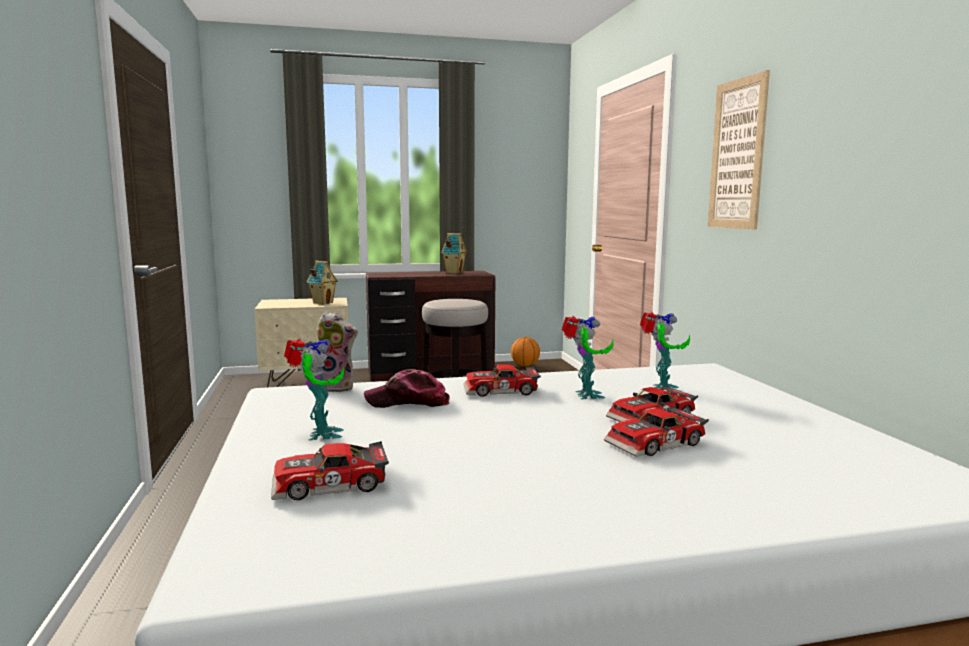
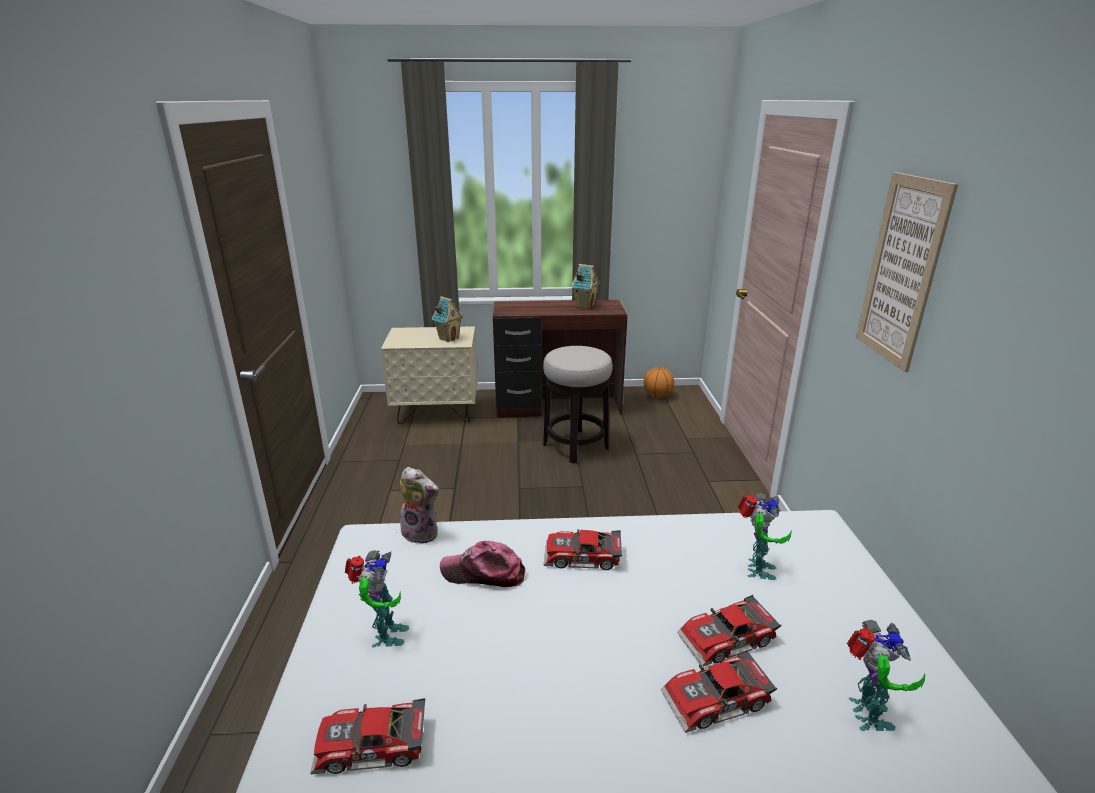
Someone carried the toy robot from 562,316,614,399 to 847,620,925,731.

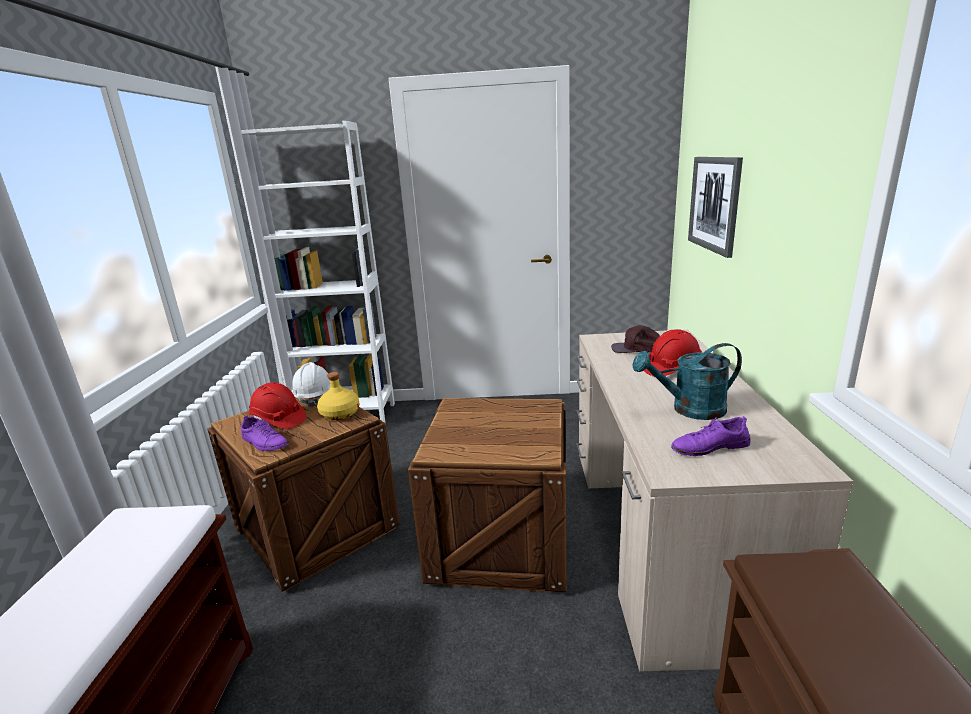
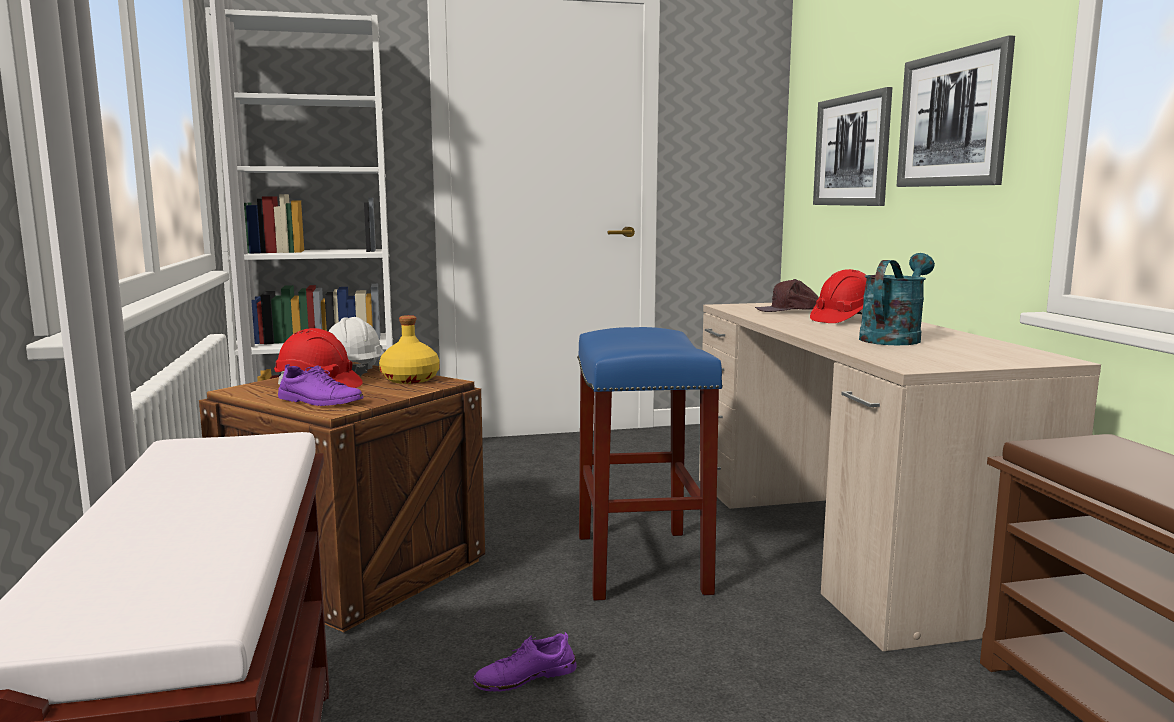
Someone put up the wall picture at 896,35,1015,187. Someone carried the purple item of footwear from 671,416,750,456 to 473,632,577,692. Someone swapped the crate at 408,398,566,593 for the blue sitting stool at 577,327,723,601. Someone rotated the turquoise-coloured watering can at 632,343,742,420 by 150 degrees clockwise.

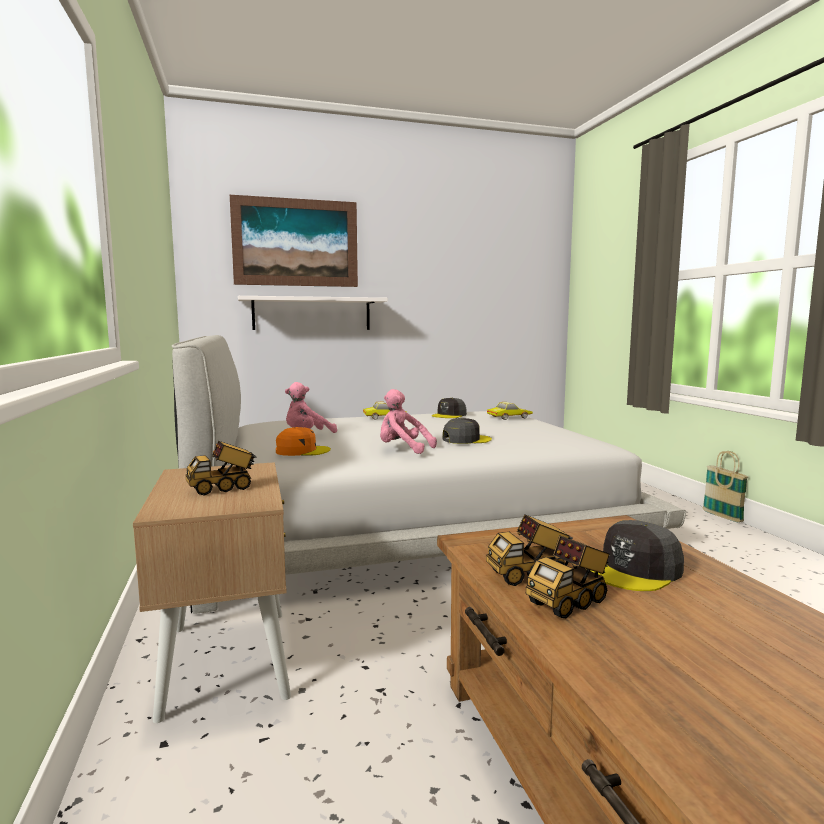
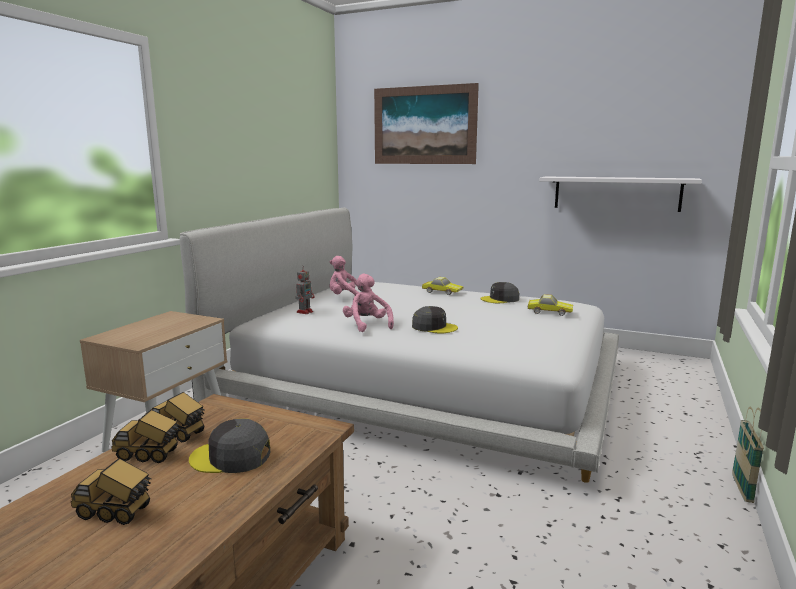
Someone carried the model truck from 186,441,257,496 to 71,458,151,525. Someone carried the whitish bracket shelf from 238,296,388,330 to 539,177,702,212. Someone swapped the orangey cap at 276,427,331,456 for the toy robot at 296,266,315,314.

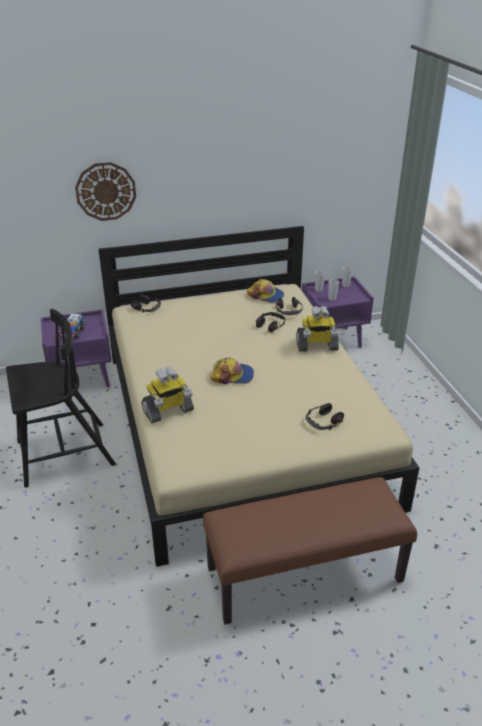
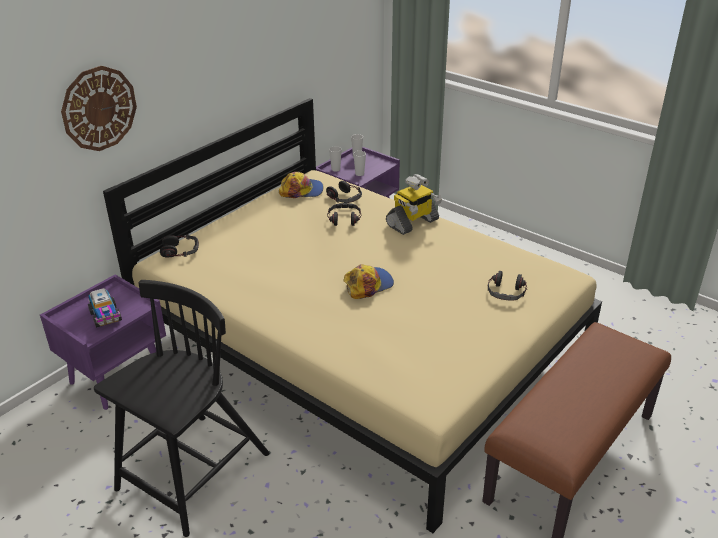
Someone took away the toy robot at 141,367,194,423.

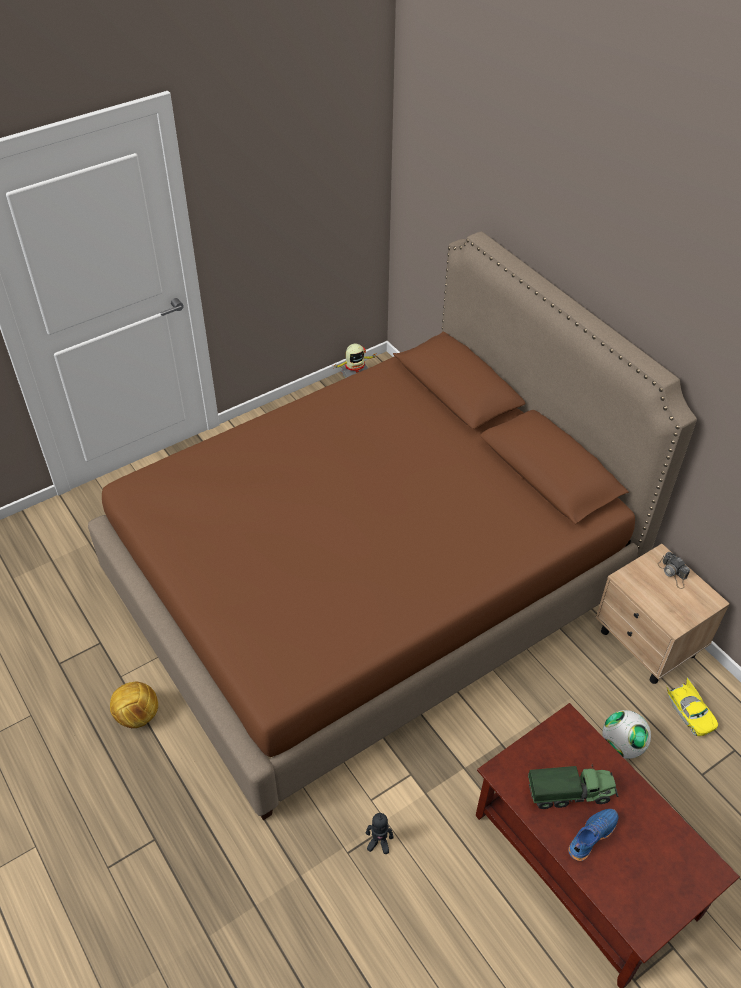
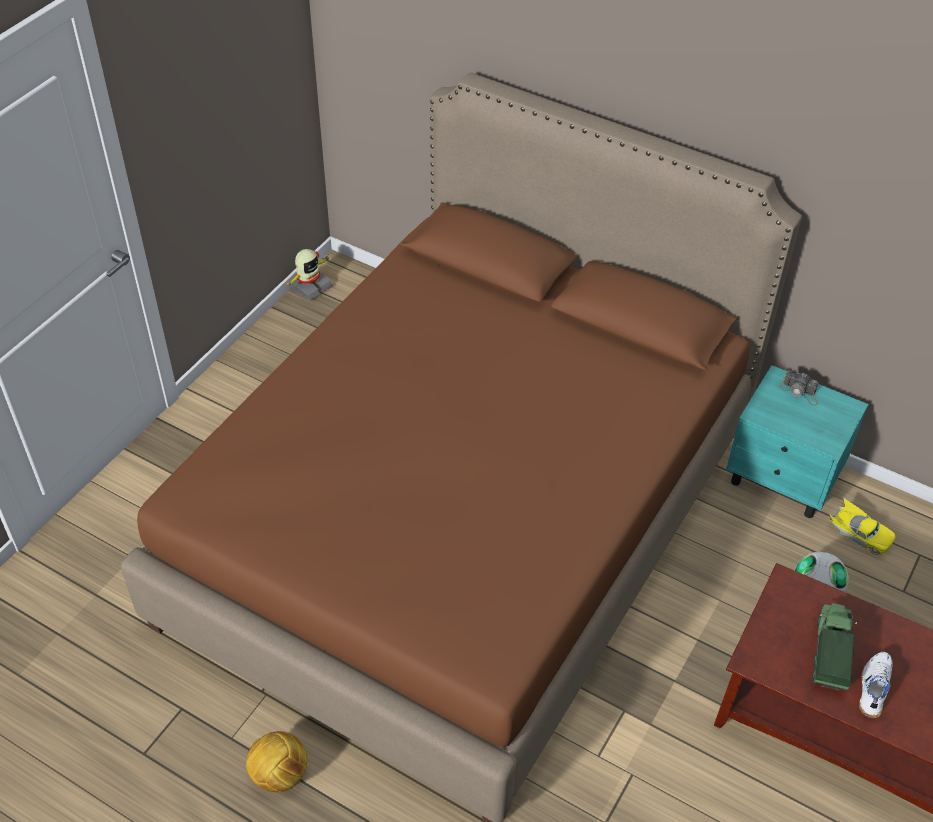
Someone took away the toy robot at 366,813,394,854. Someone repainted the blue item of footwear at 568,809,618,861, which became the whitish item of footwear at 859,652,892,718. Someone repainted the beige bedside table at 596,544,730,684, which became the turquoise-coloured bedside table at 726,365,868,518. Someone rotated the model truck at 528,764,618,809 by 45 degrees counterclockwise.

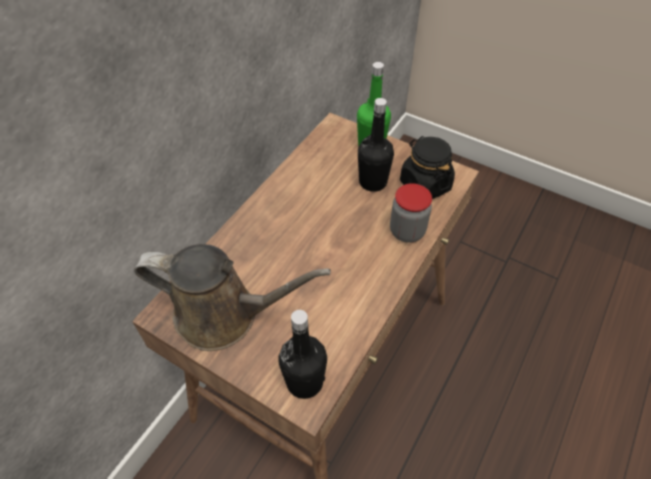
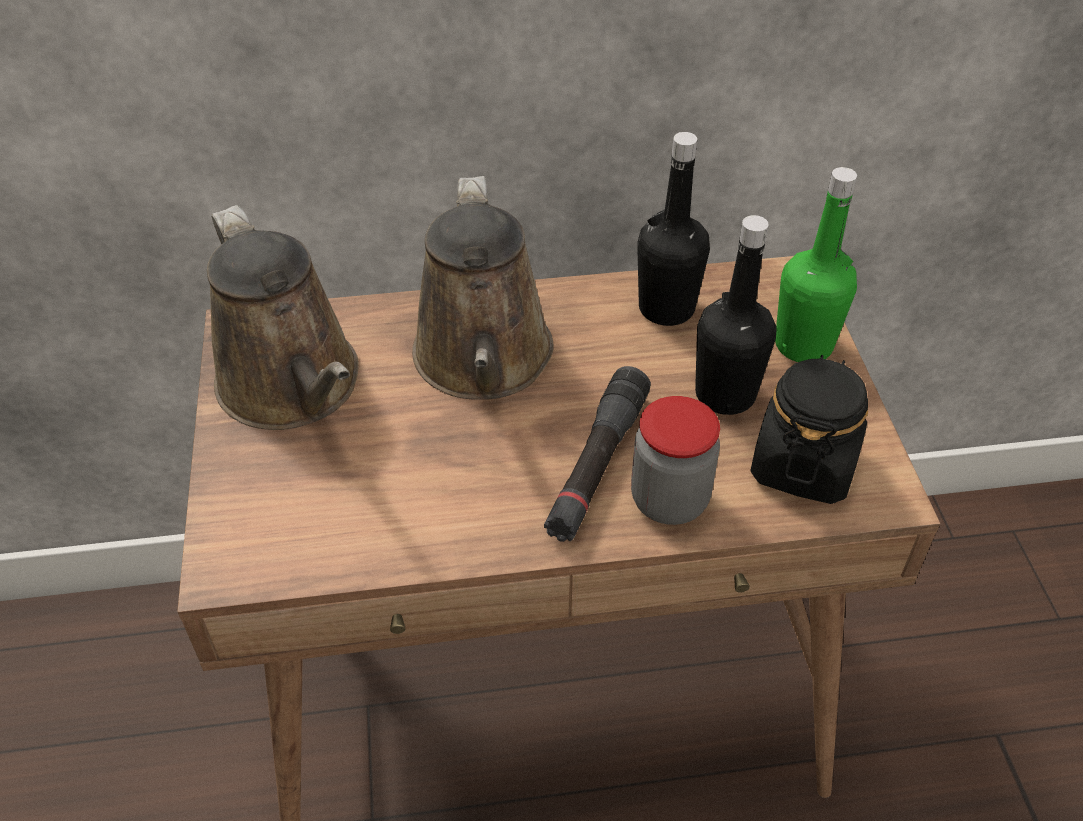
Someone put down the brown-coloured watering can at 412,176,554,400. Someone put down the black flashlight at 544,366,651,542. Someone carried the black bottle from 279,310,327,399 to 637,132,710,326.

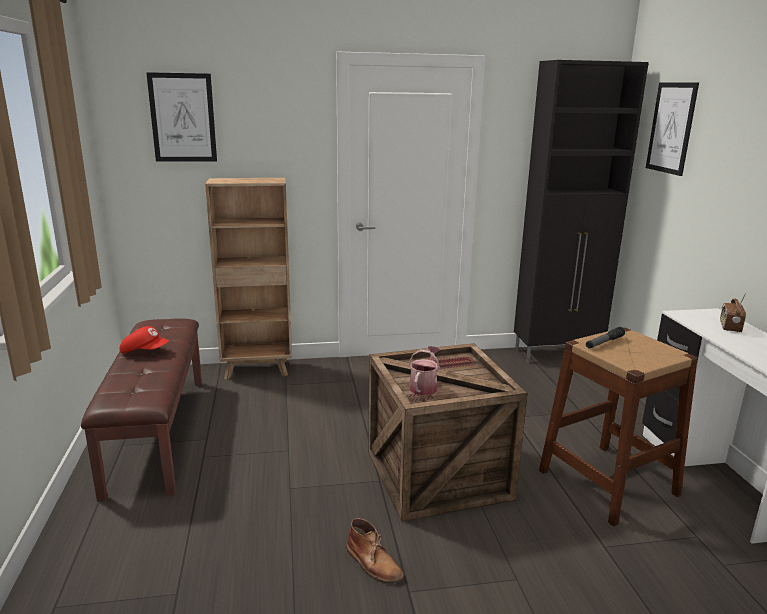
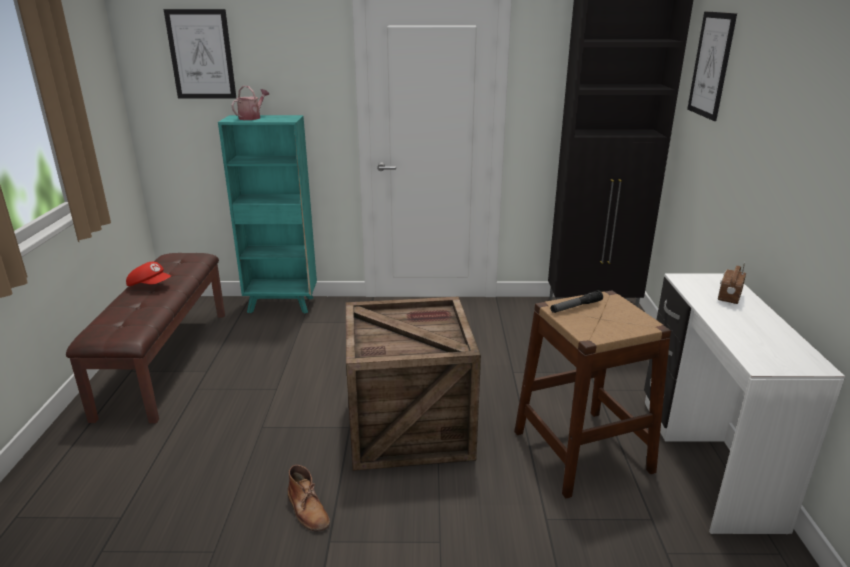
Someone carried the watering can from 409,346,440,396 to 231,86,269,120. Someone repainted the brown-coloured bookshelf at 205,178,292,380, which became the turquoise-coloured bookshelf at 218,115,317,314.

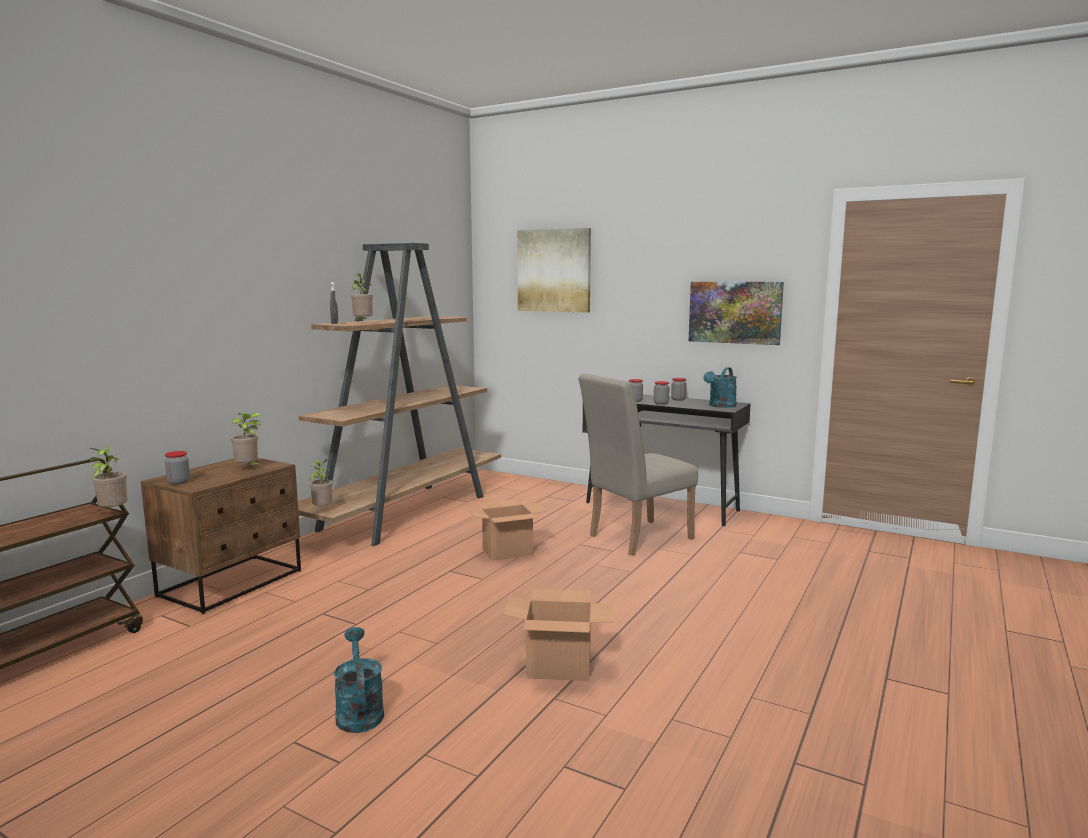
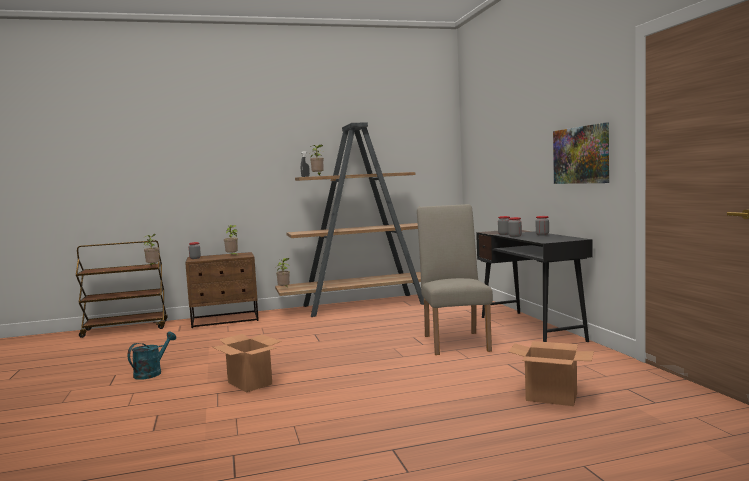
Someone took away the wall picture at 517,228,591,313. Someone took away the turquoise-coloured watering can at 704,367,737,408. Someone carried the packing box from 467,499,547,561 to 509,341,594,406. Someone rotated the beige chair at 578,373,698,556 by 75 degrees clockwise.

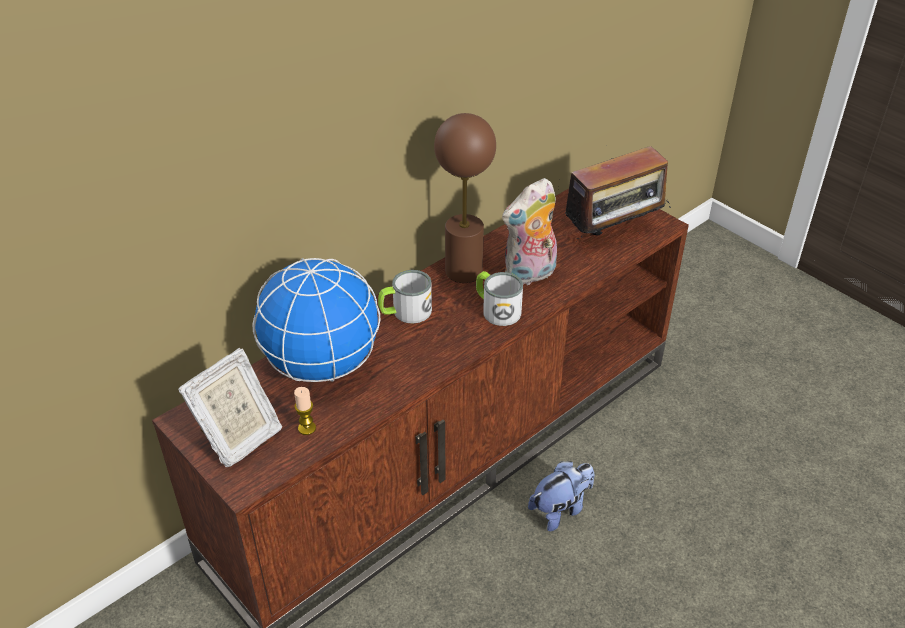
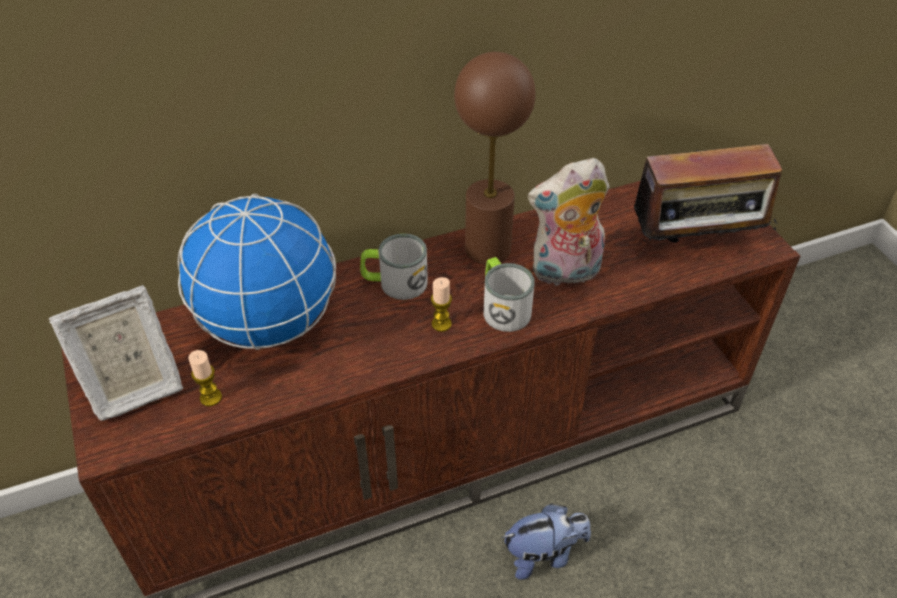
Someone put down the candle at 431,277,452,332.

